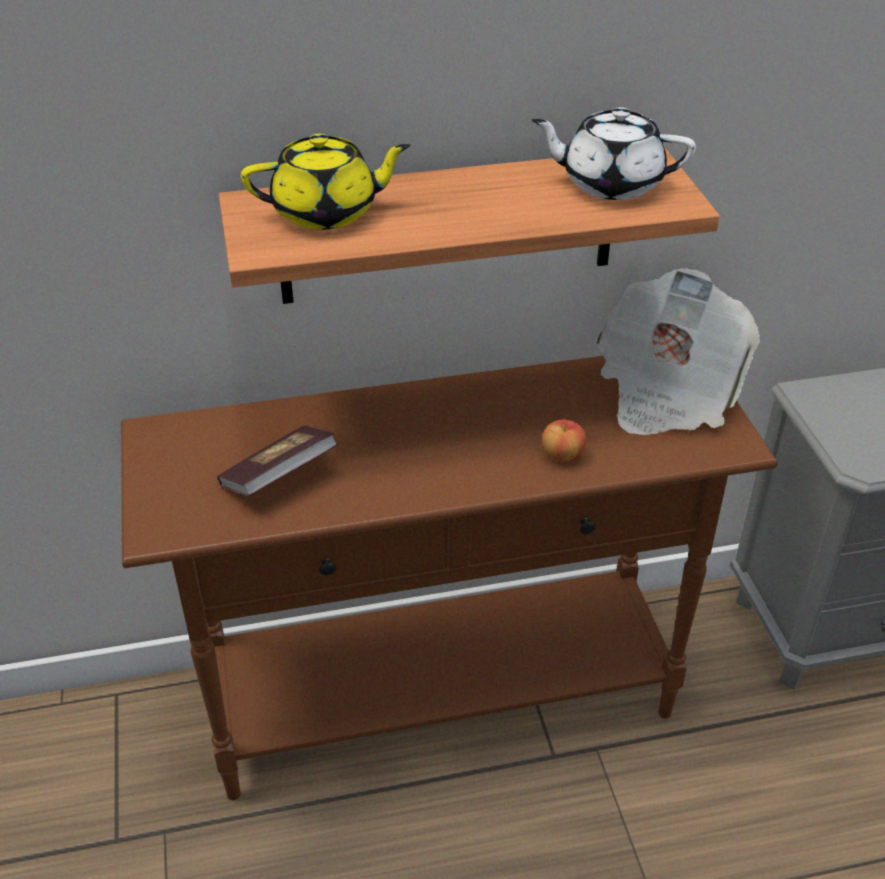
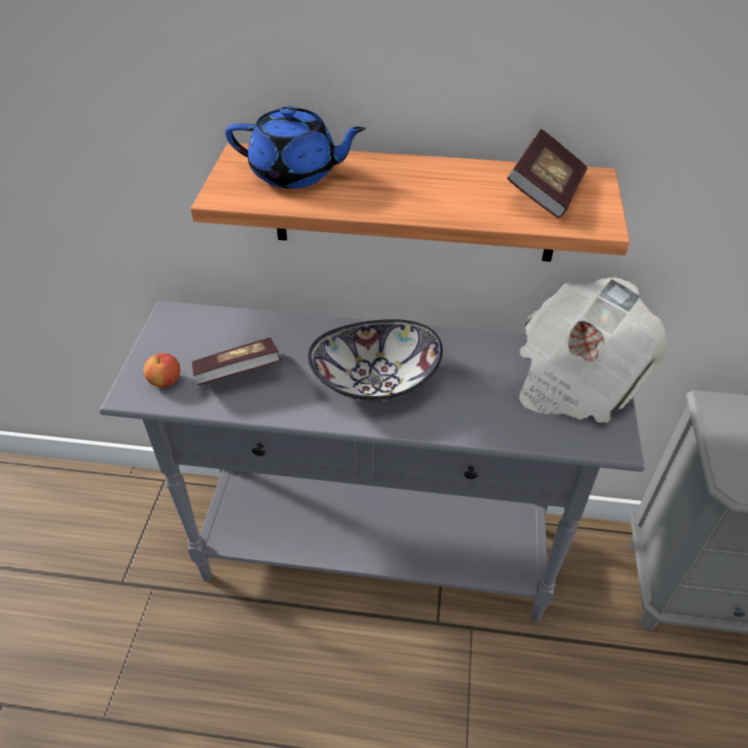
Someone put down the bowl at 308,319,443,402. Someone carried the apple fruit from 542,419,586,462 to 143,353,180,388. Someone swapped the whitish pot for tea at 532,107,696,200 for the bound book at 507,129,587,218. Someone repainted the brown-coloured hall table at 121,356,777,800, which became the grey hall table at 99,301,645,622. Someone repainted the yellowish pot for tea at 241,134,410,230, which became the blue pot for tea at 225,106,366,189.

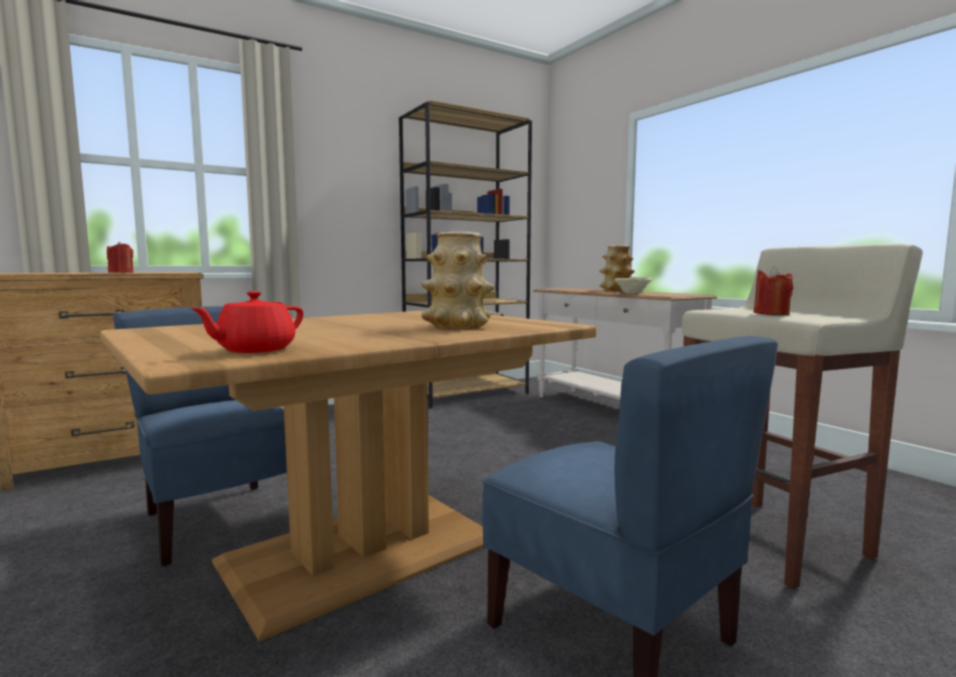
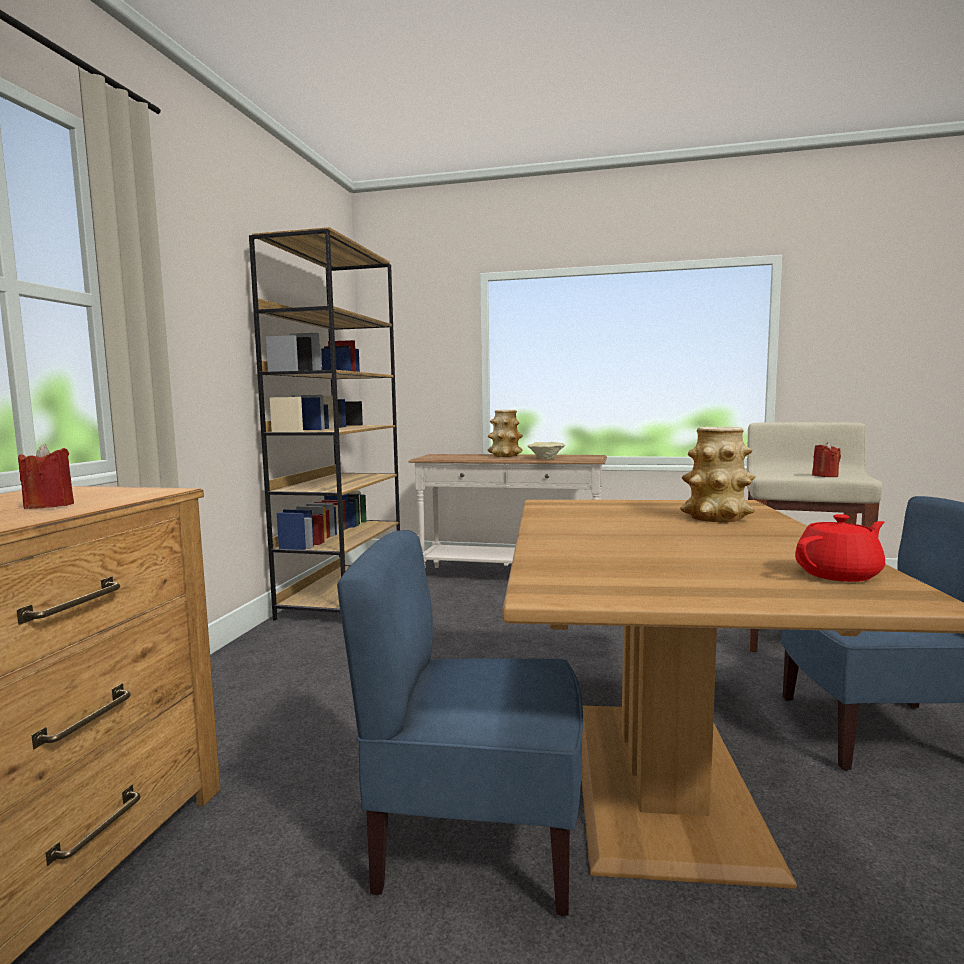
Someone rotated the red-coloured pot for tea at 190,291,303,353 by 105 degrees counterclockwise.

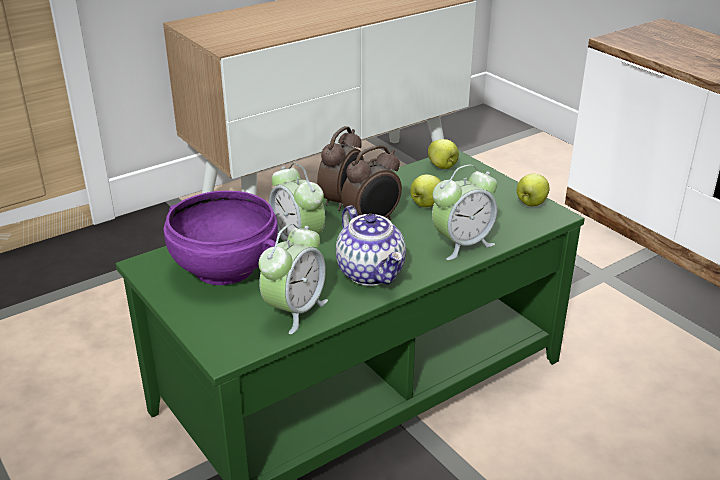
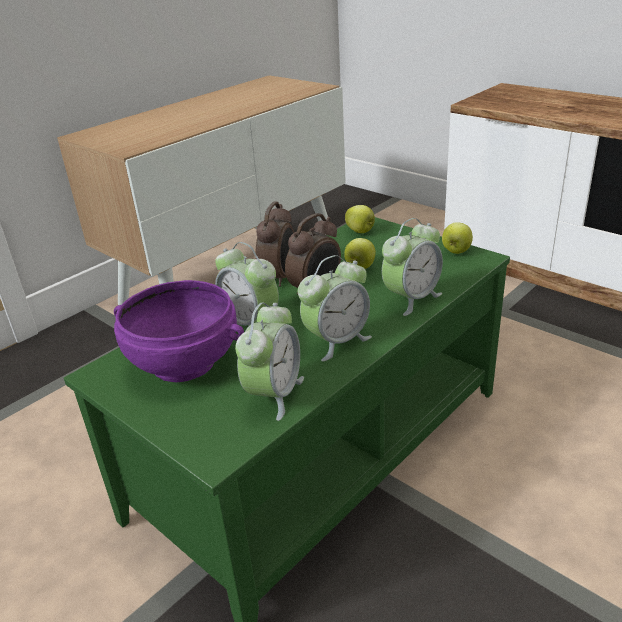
Someone swapped the pot for tea at 336,206,406,286 for the table clock at 298,255,372,361.

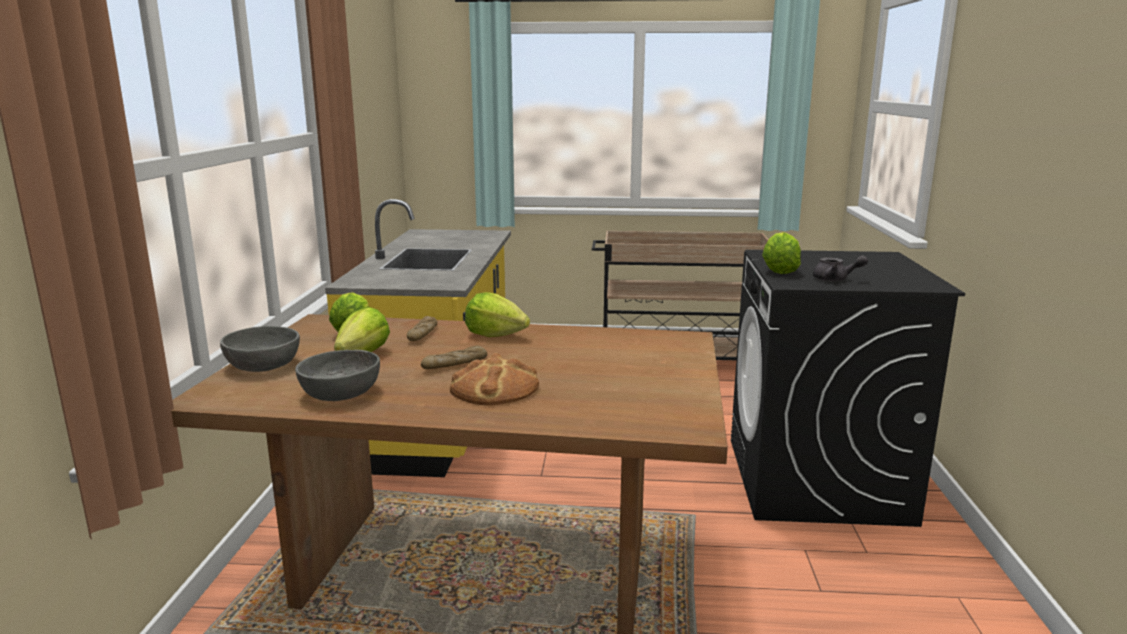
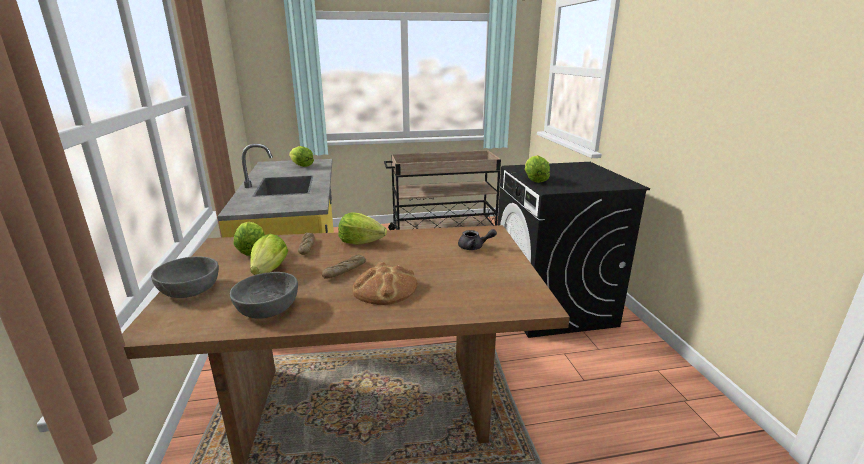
Someone put down the lettuce at 289,146,314,167. Someone carried the grey pot for tea from 813,256,868,281 to 458,229,497,250.

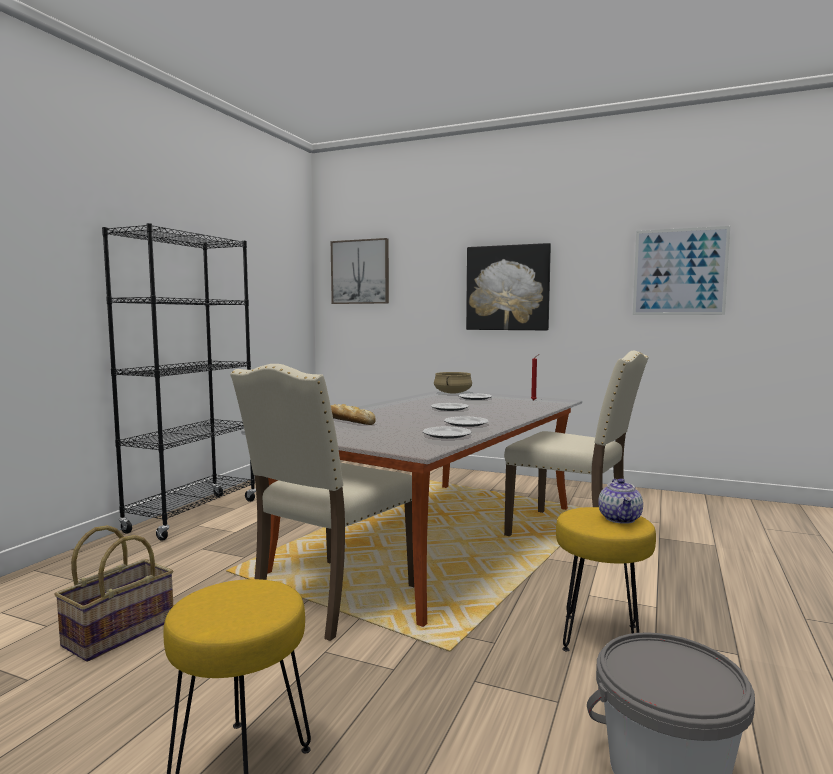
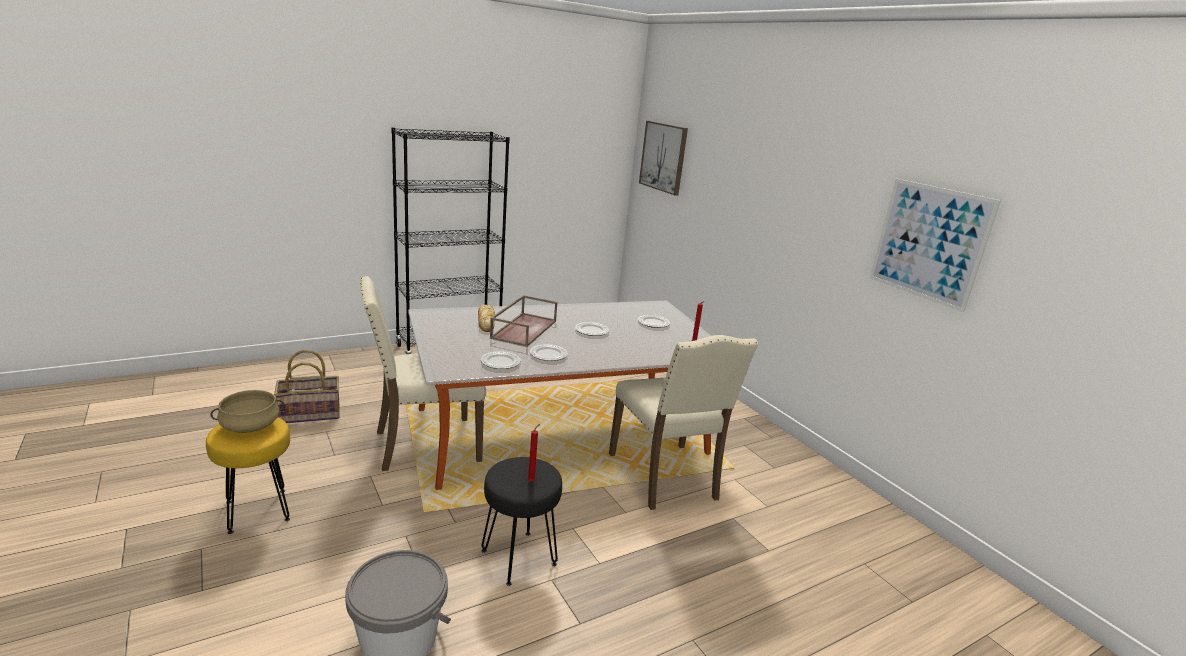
Someone took away the wall picture at 466,243,551,331. Someone put down the brown-coloured carrying tray at 490,295,557,347. Someone carried the beige stockpot from 434,372,472,394 to 211,390,284,433. Someone swapped the pot for tea at 598,478,643,524 for the red-coloured candle at 528,424,540,482. Someone repainted the yellowish sitting stool at 556,507,656,651, which became the black sitting stool at 482,457,562,586.

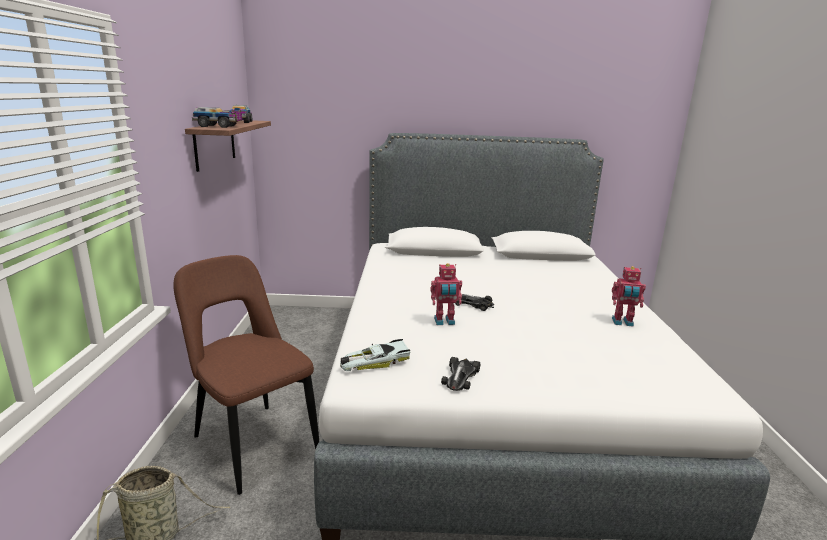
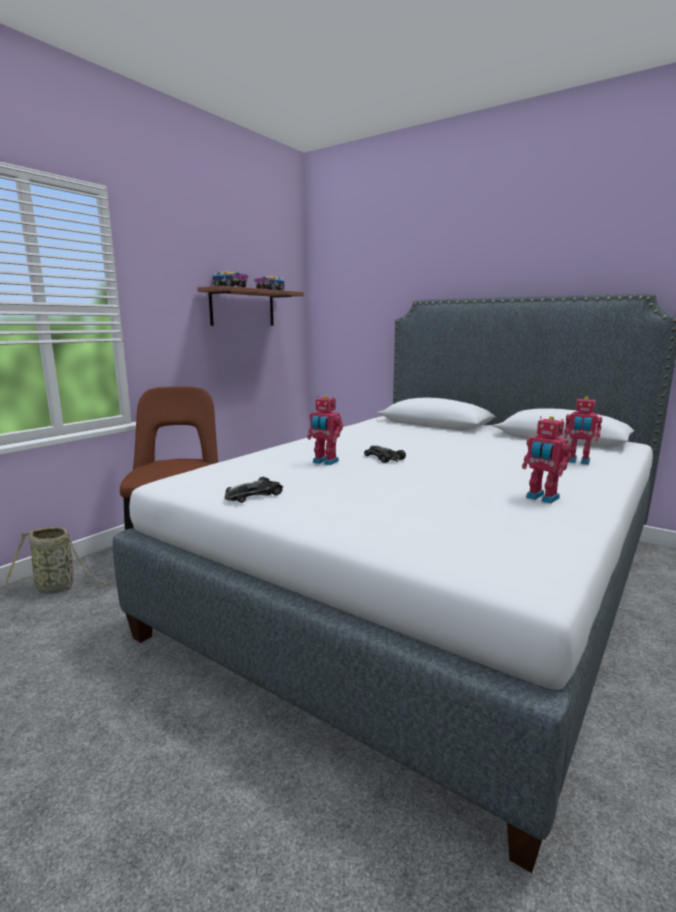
Someone took away the miniature car at 340,339,410,371. Someone put down the toy robot at 564,396,602,465.

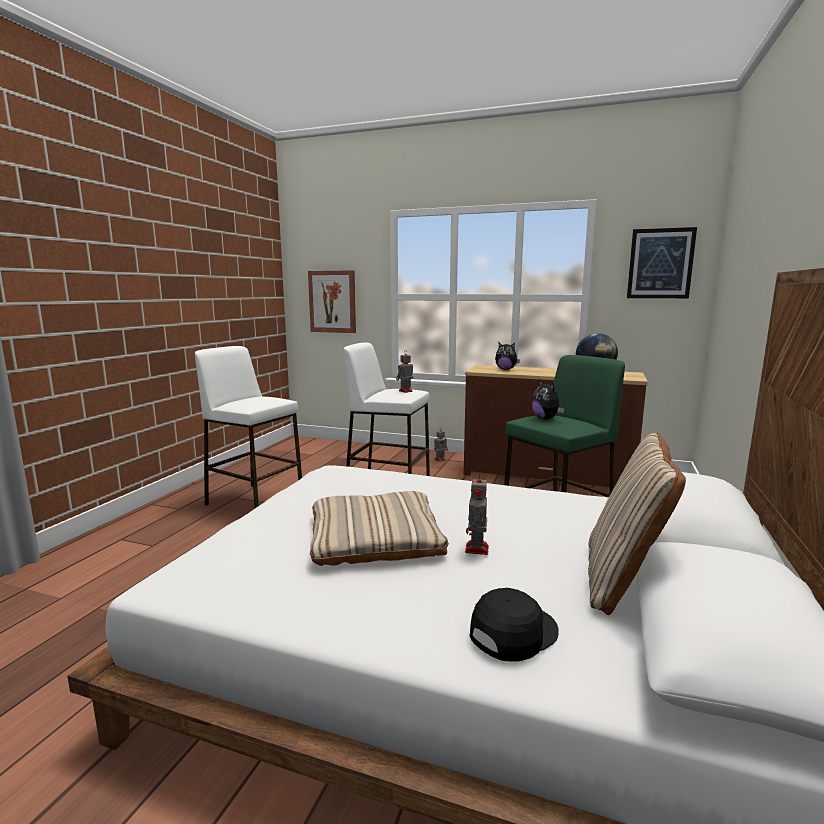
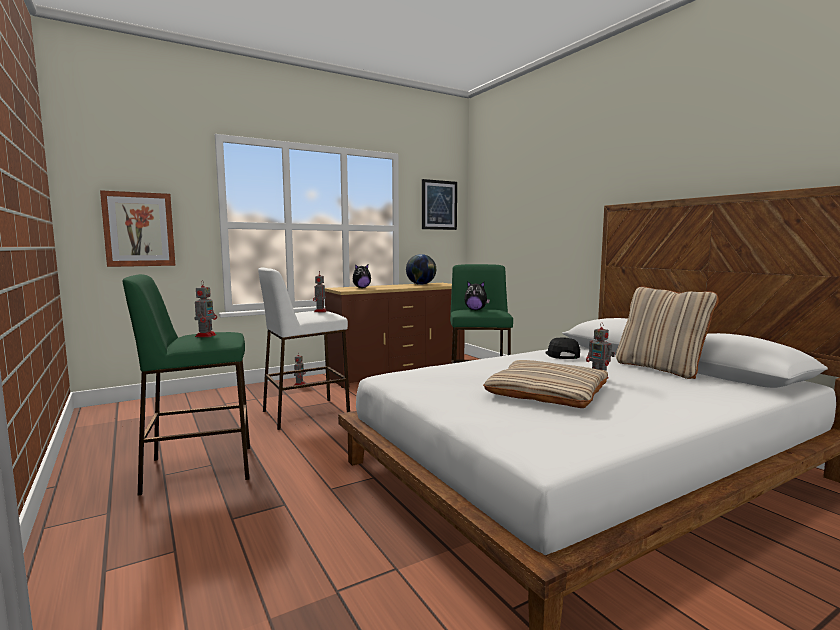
Someone put down the toy robot at 195,280,217,337. Someone carried the black cap from 470,588,559,662 to 545,338,580,359. Someone repainted the whitish sitting stool at 195,346,302,509, which became the green-coloured sitting stool at 122,274,250,495.

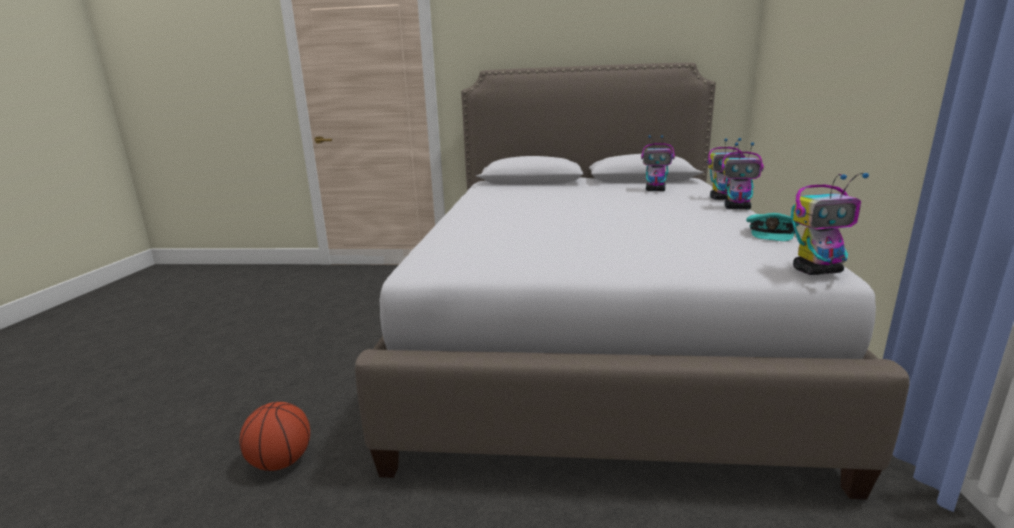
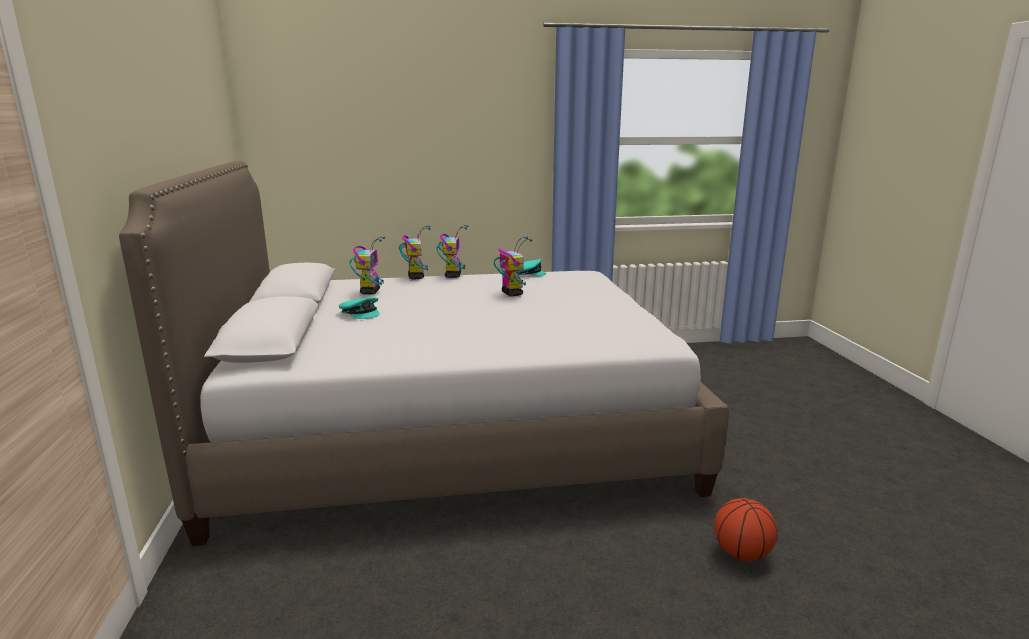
Someone put down the turquoise-coloured cap at 339,297,379,319. Someone carried the toy robot from 791,173,869,275 to 493,237,532,297.

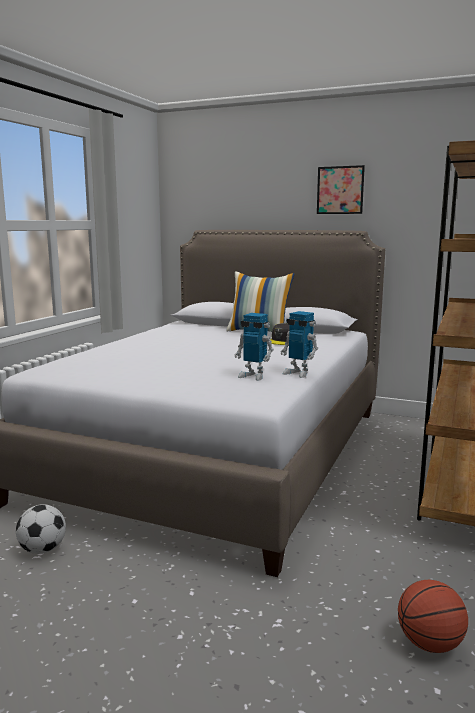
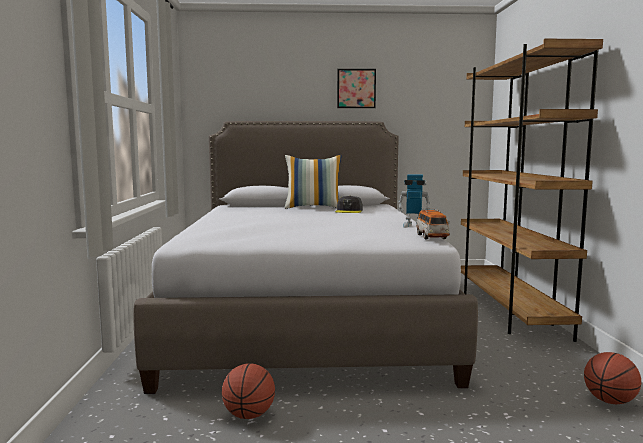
Someone took away the toy robot at 235,313,274,381. Someone put down the miniature car at 416,209,450,239. Someone swapped the ball for football at 16,504,66,554 for the basketball ball at 222,363,275,419.

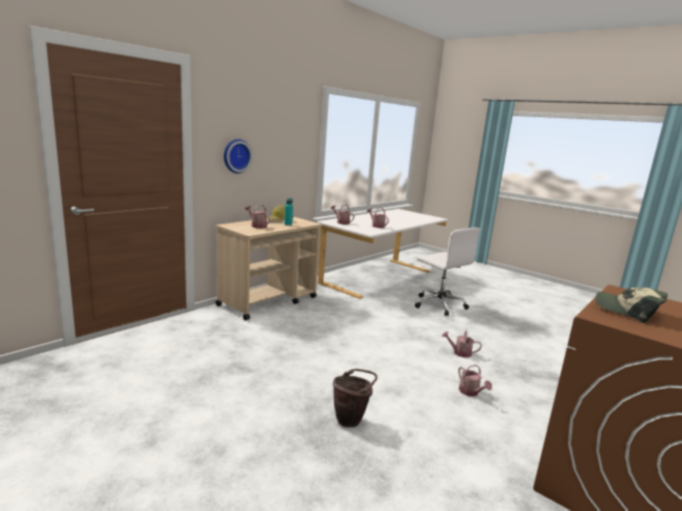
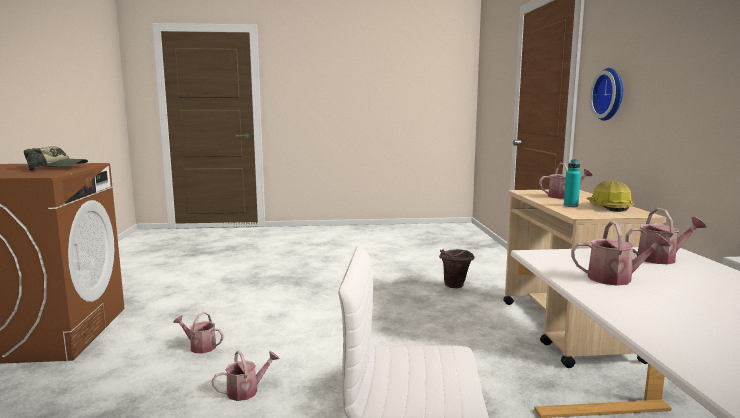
Someone carried the brown-coloured bucket from 333,369,377,427 to 439,249,474,288.

